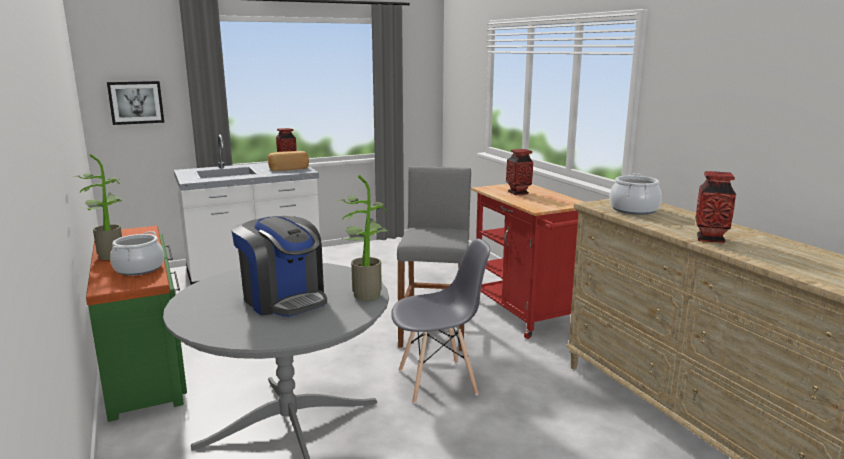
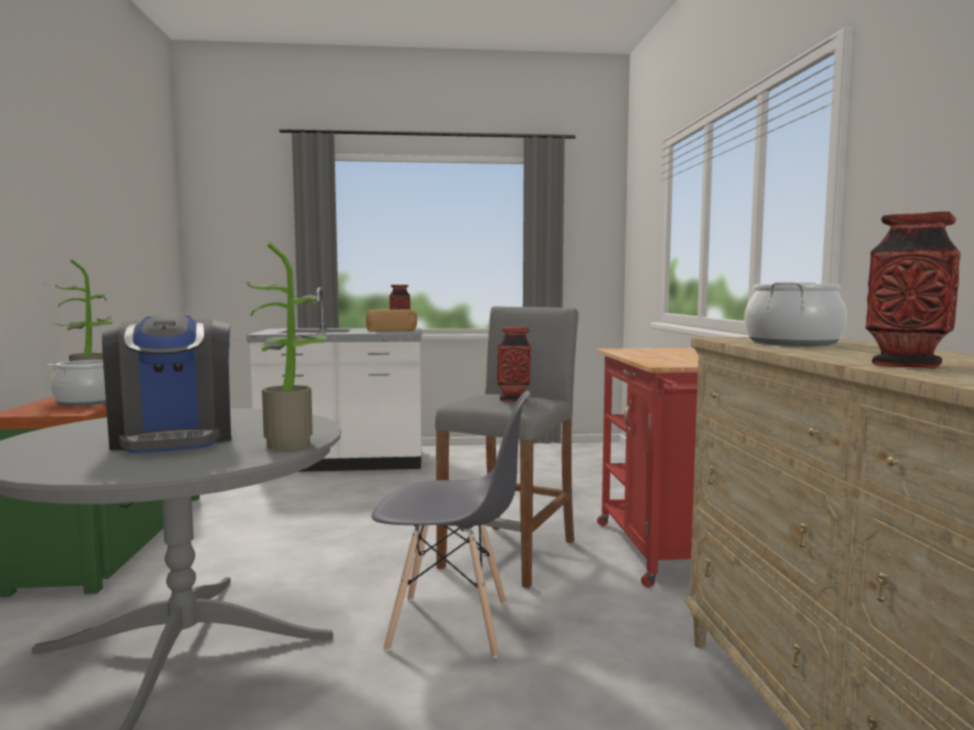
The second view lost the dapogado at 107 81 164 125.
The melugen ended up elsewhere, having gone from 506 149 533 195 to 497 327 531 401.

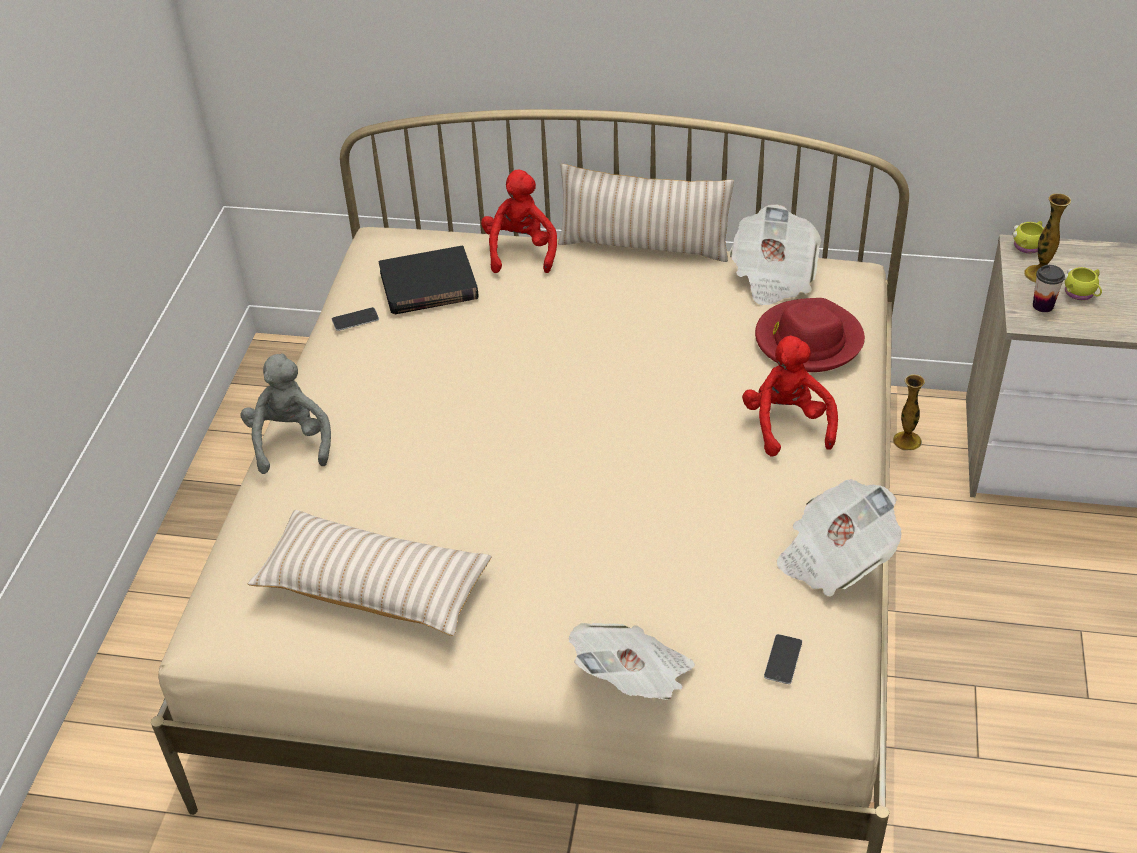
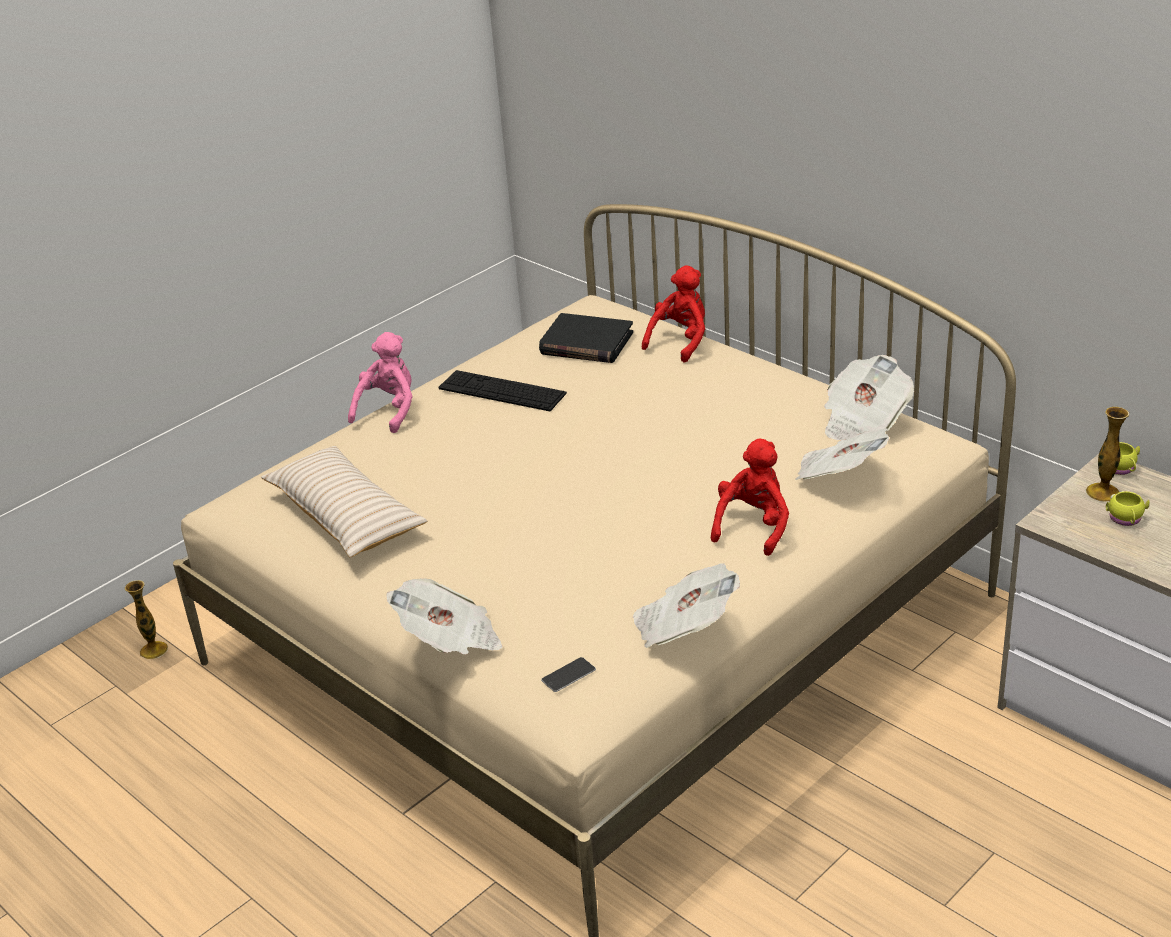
What was the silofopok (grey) at 240 353 331 474 turned into the silofopok (pink) at 348 332 413 433.
The second view lost the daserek at 332 307 379 331.
The second view lost the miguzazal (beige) at 558 164 734 262.
Where the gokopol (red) stood at 755 298 865 372, the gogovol came to stand at 795 428 889 480.
The melugen ended up elsewhere, having gone from 893 374 925 451 to 125 580 168 659.
The second view lost the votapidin at 1033 265 1065 312.
The second view gained the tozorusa at 439 370 567 411.

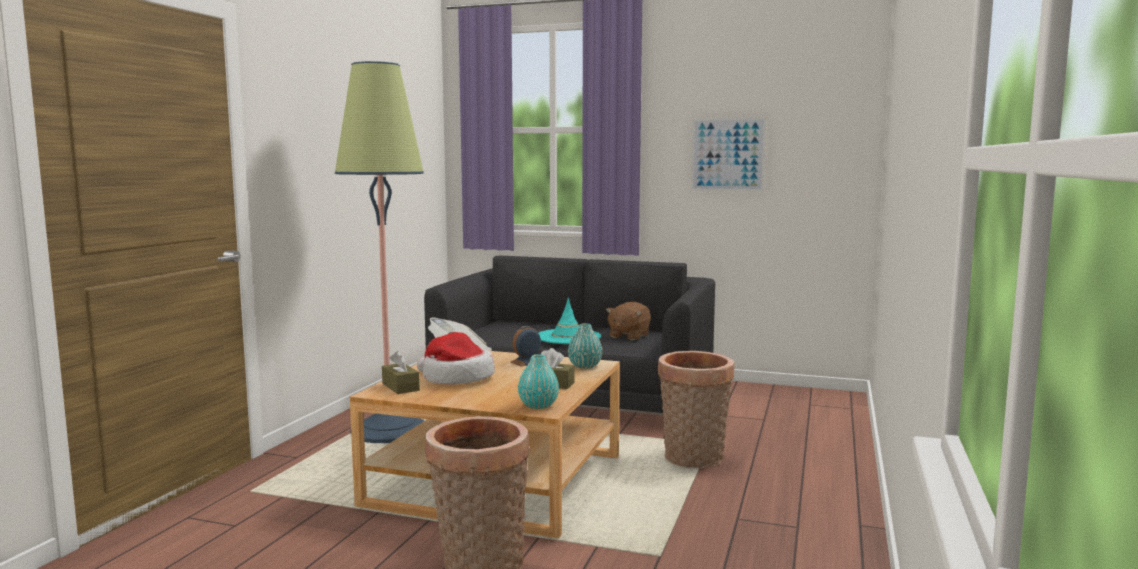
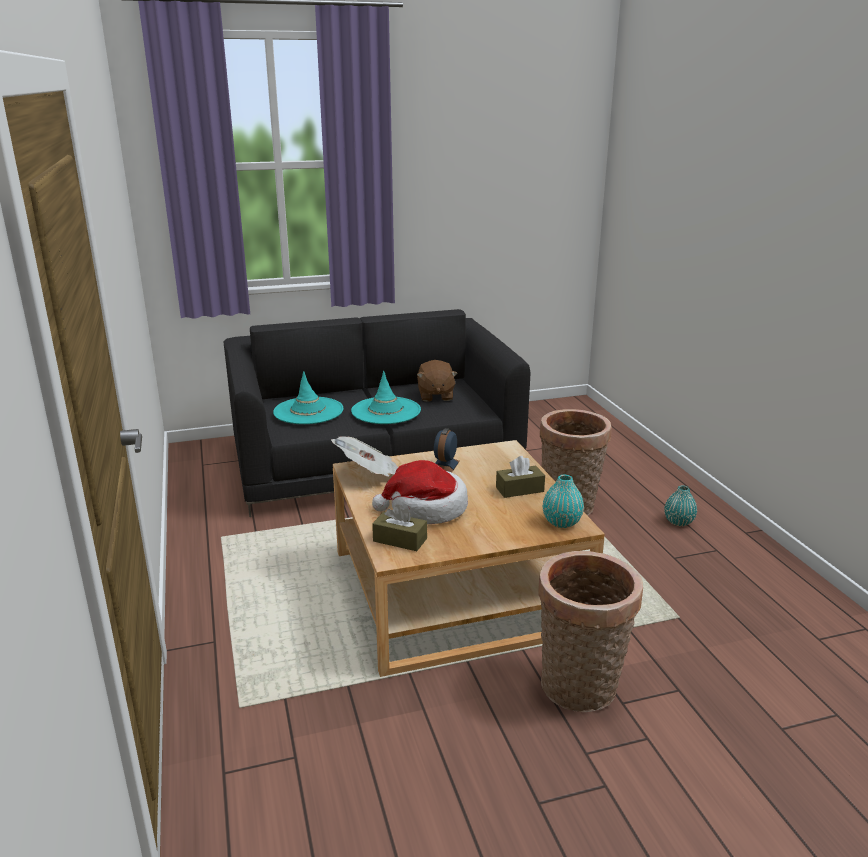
The second view lost the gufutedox at 335 61 424 443.
The melugen (turquoise) ended up elsewhere, having gone from 568 323 602 369 to 664 485 697 526.
The second view lost the dapogado at 691 117 767 192.
The second view gained the gokopol (turquoise) at 273 371 343 424.

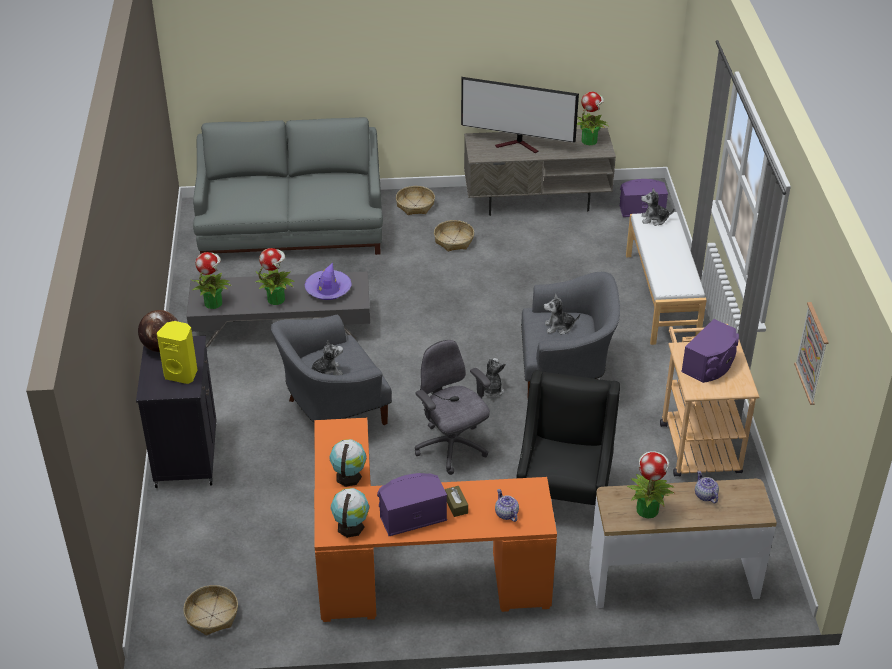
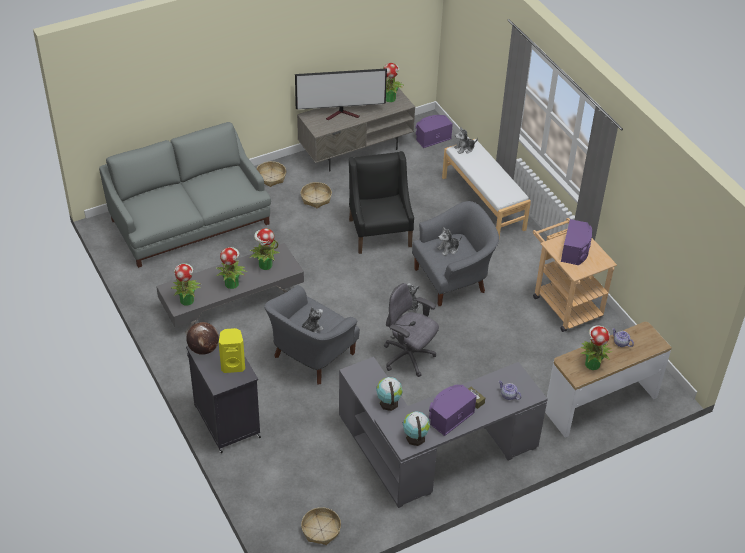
Where the gokopol (purple) stood at 305 263 352 300, the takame came to stand at 250 228 280 270.
What was the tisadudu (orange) at 314 418 557 622 turned into the tisadudu (grey) at 339 357 548 508.
The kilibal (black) ended up elsewhere, having gone from 517 370 620 505 to 349 151 414 254.
The second view lost the dapogado at 794 302 829 405.

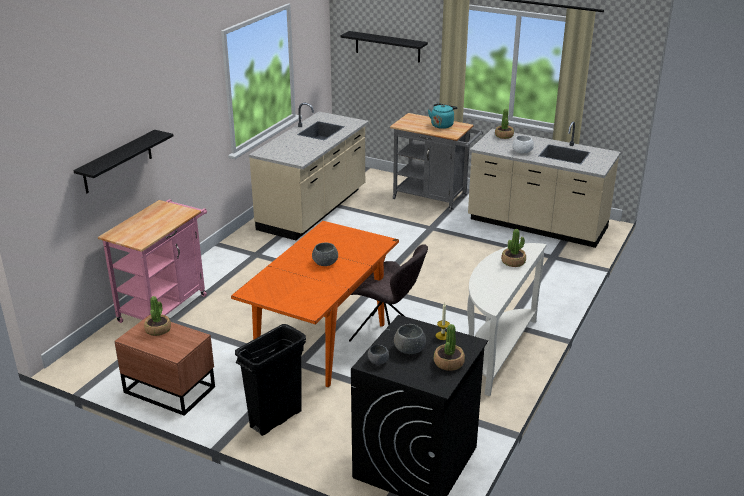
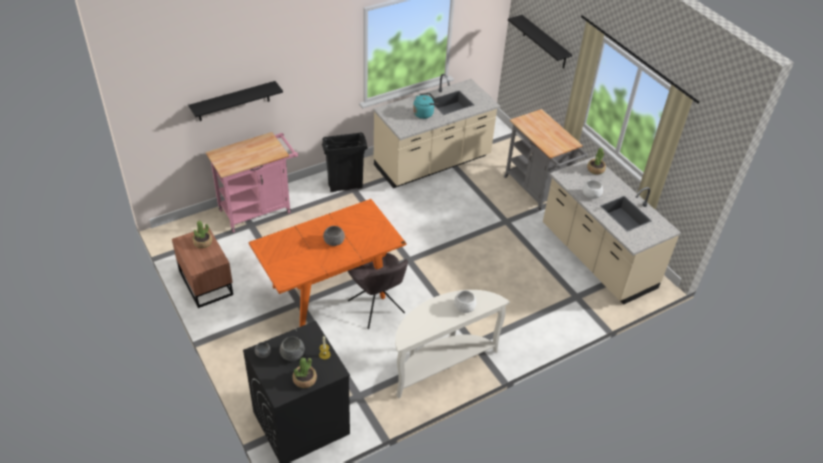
The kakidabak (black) ended up elsewhere, having gone from 235 324 306 436 to 322 133 368 192.
The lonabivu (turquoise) ended up elsewhere, having gone from 428 103 458 129 to 413 93 438 119.
Where the takame stood at 501 229 526 267, the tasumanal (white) came to stand at 454 291 476 313.

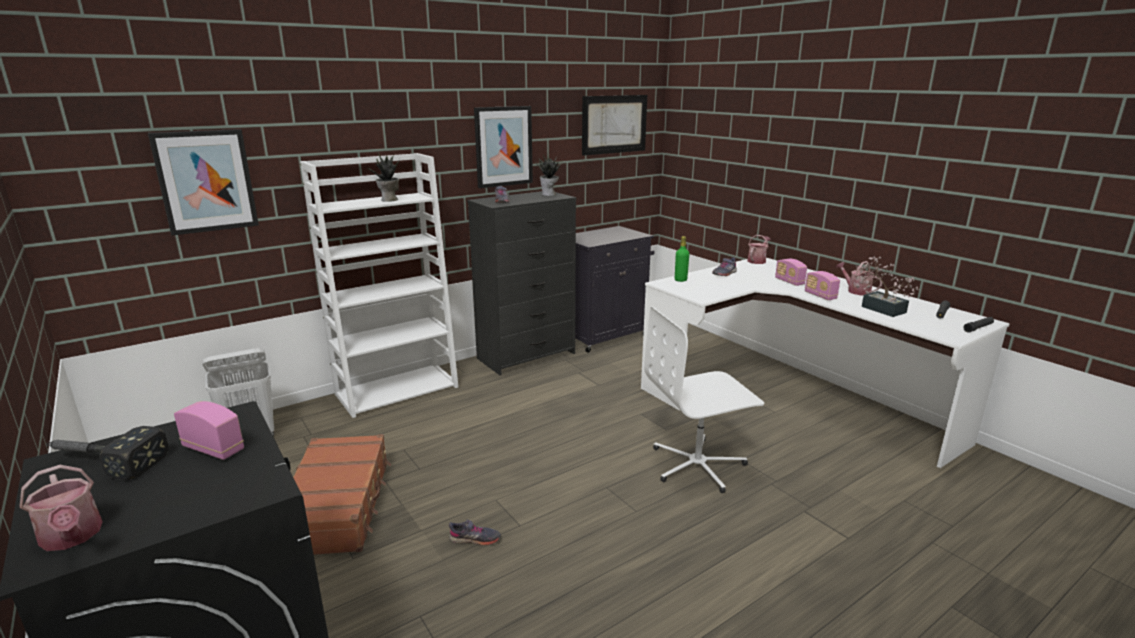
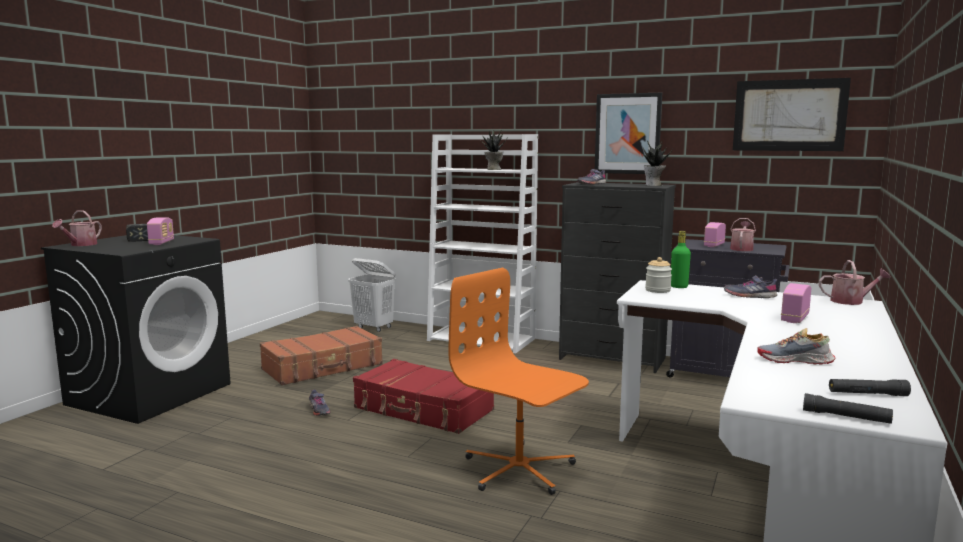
The second view lost the dapogado at 148 129 259 236.
What was the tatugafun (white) at 644 306 764 493 turned into the tatugafun (orange) at 449 268 589 495.
The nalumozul ended up elsewhere, having gone from 805 271 840 300 to 704 222 726 247.
The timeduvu ended up elsewhere, having gone from 836 261 882 295 to 730 218 756 251.
Where the takame stood at 856 257 920 317, the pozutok came to stand at 757 328 835 365.
The second view gained the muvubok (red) at 353 359 494 434.
The second view gained the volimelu at 645 257 672 293.

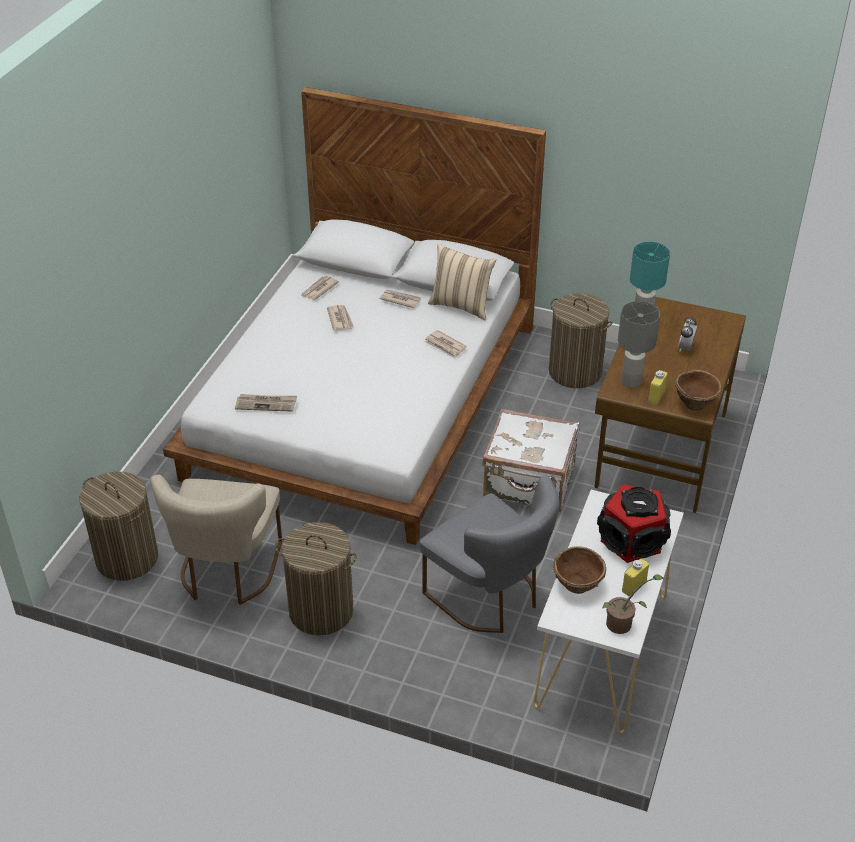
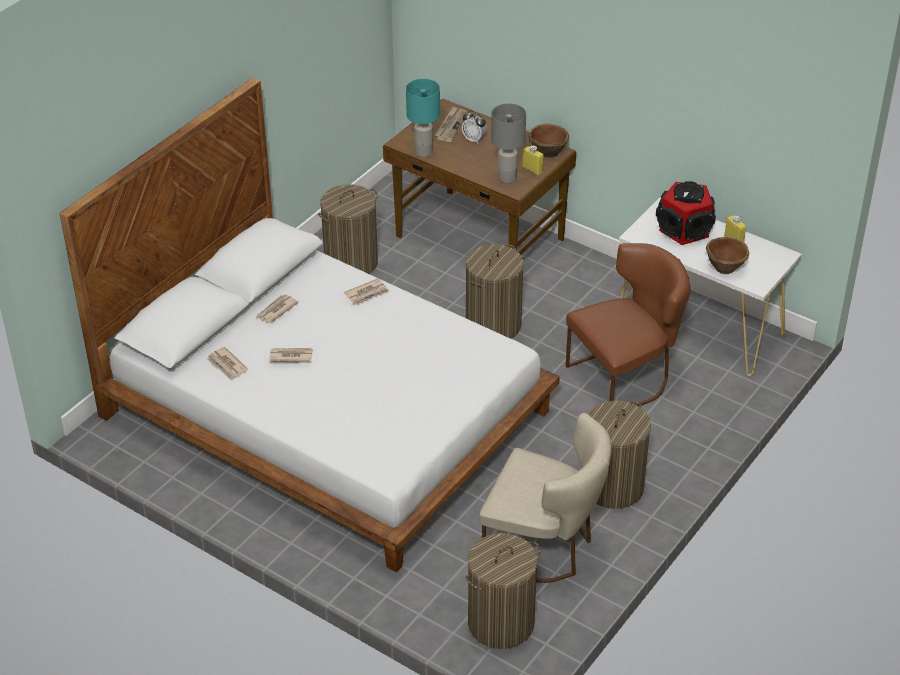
The gogovol ended up elsewhere, having gone from 235 394 297 412 to 434 106 468 142.
What was the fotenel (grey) at 420 476 560 633 turned into the fotenel (brown) at 566 243 690 406.
The second view lost the miguzazal (beige) at 428 244 496 320.
Where the muvubok (white) stood at 482 409 580 512, the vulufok came to stand at 466 244 524 339.
The second view lost the takame at 603 574 664 634.

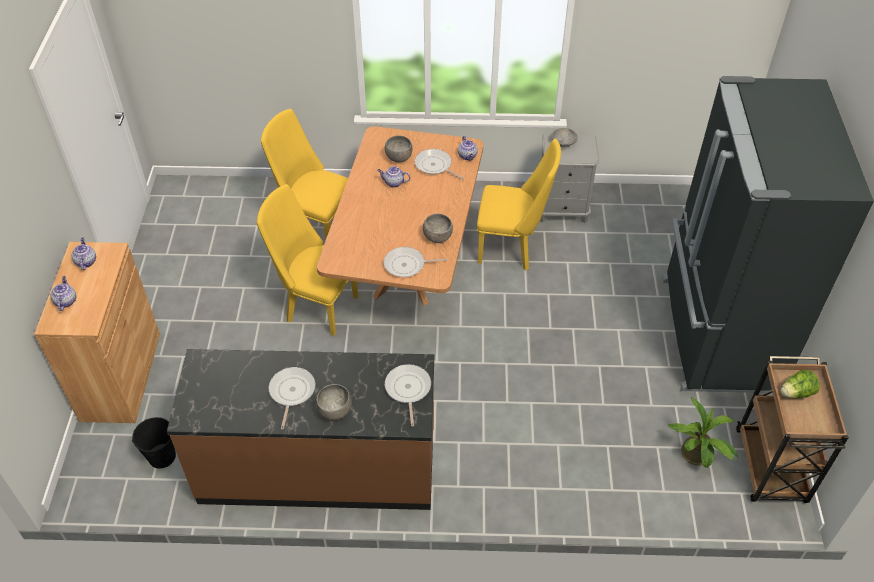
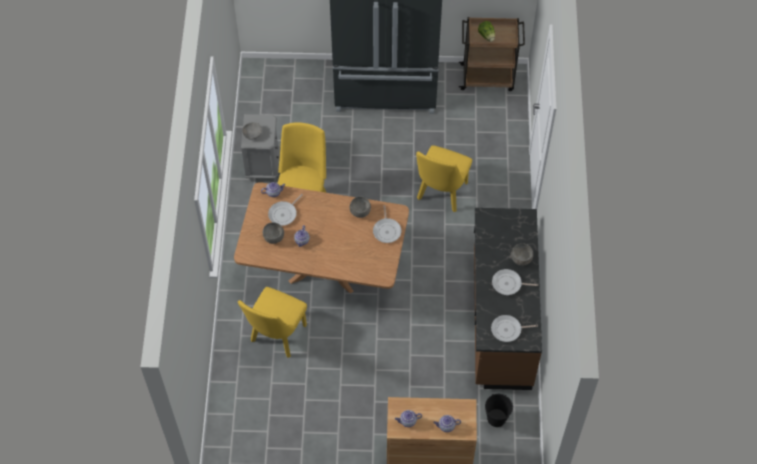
The fotenel (yellow) ended up elsewhere, having gone from 257 184 358 336 to 416 145 472 212.
The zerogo ended up elsewhere, having gone from 385 364 431 427 to 491 315 538 342.
The second view lost the takame at 668 397 738 468.

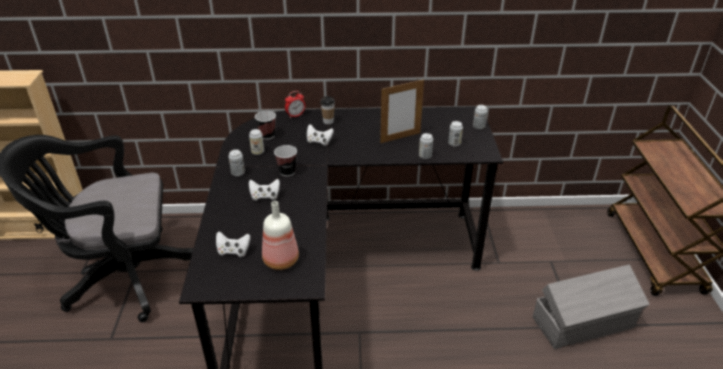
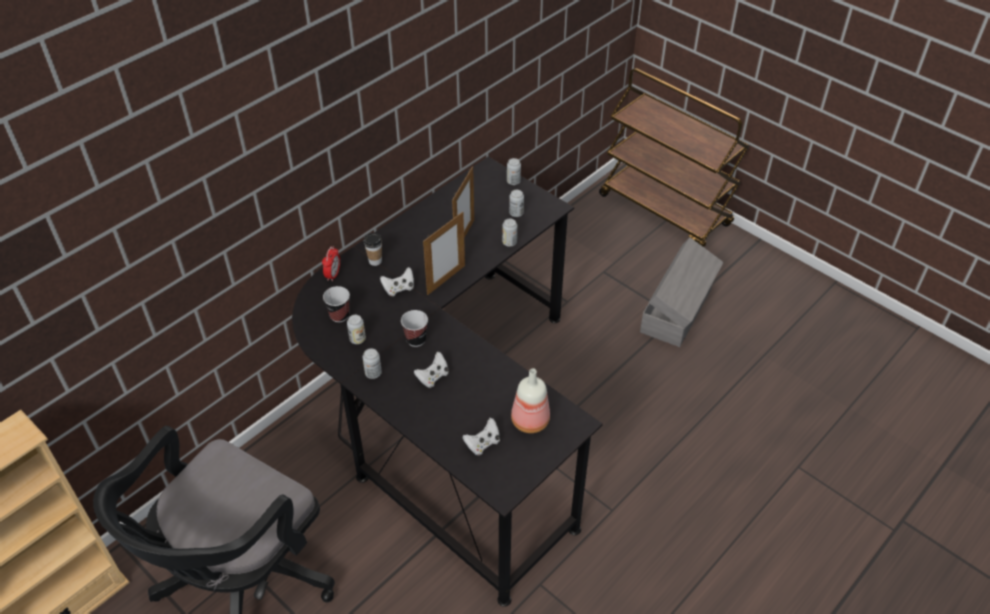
The second view gained the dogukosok at 423 212 465 295.

